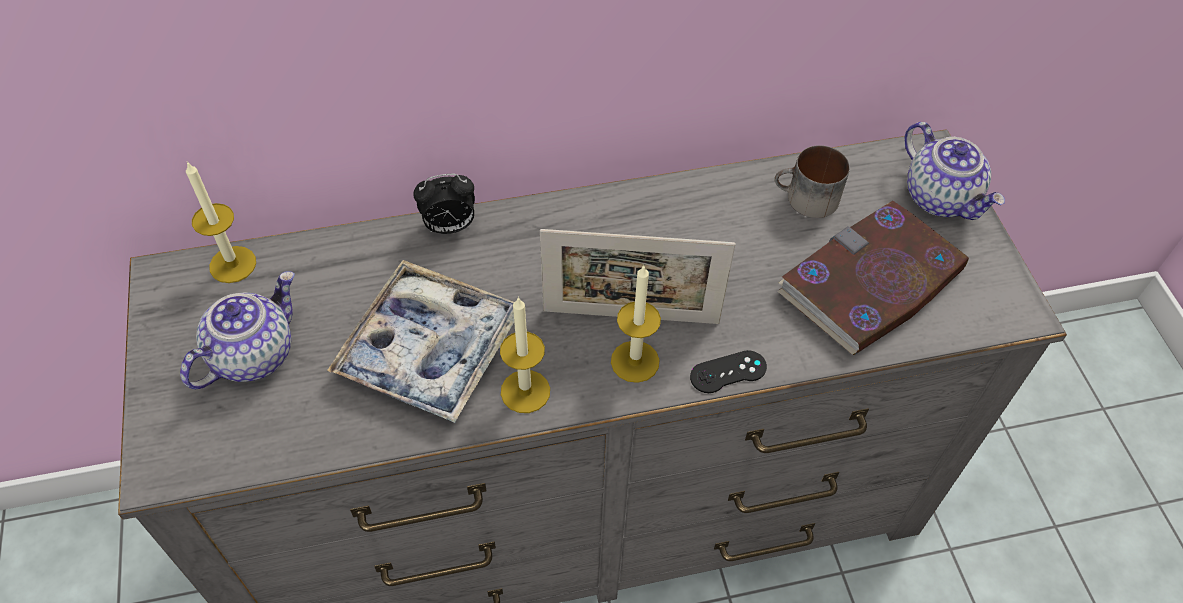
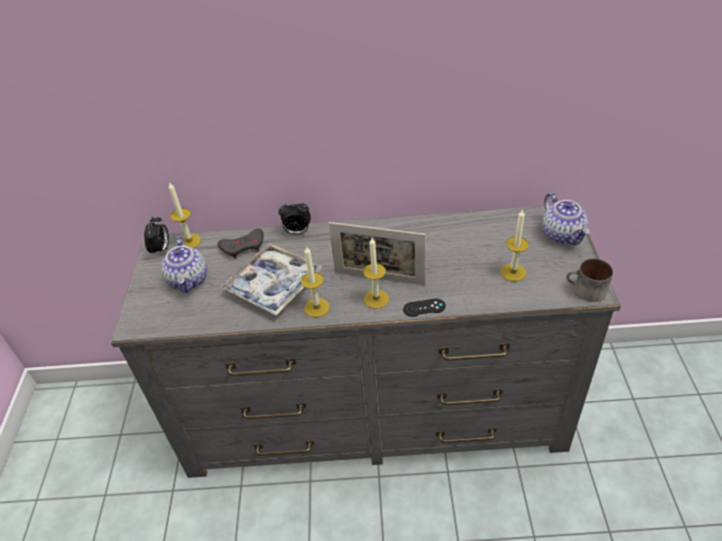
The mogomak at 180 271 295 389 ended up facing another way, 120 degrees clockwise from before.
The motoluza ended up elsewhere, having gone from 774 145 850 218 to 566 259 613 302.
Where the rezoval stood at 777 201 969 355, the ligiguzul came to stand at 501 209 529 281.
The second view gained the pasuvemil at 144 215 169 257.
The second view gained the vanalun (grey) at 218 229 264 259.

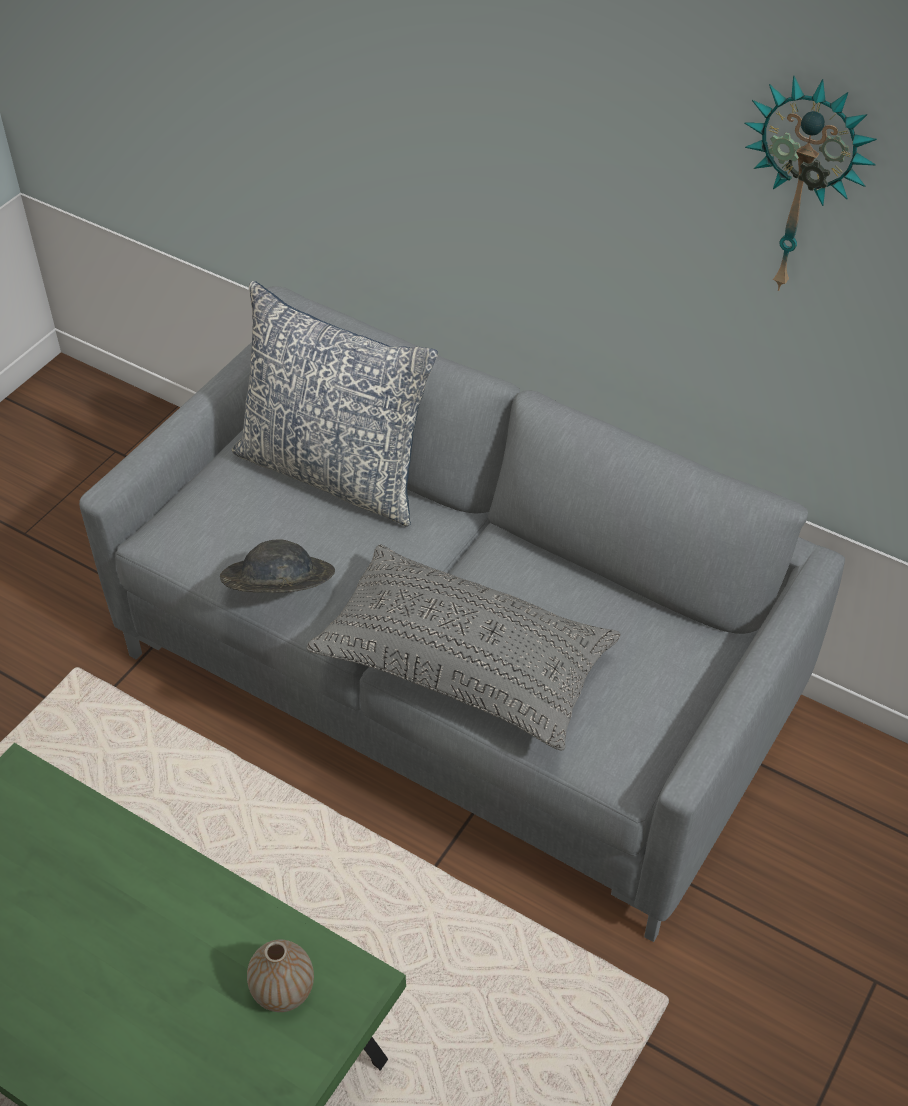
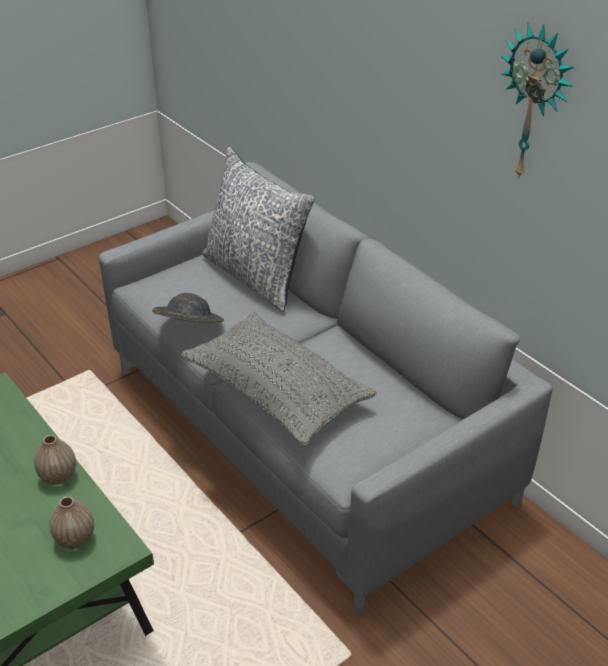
The second view gained the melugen at 34 435 76 485.

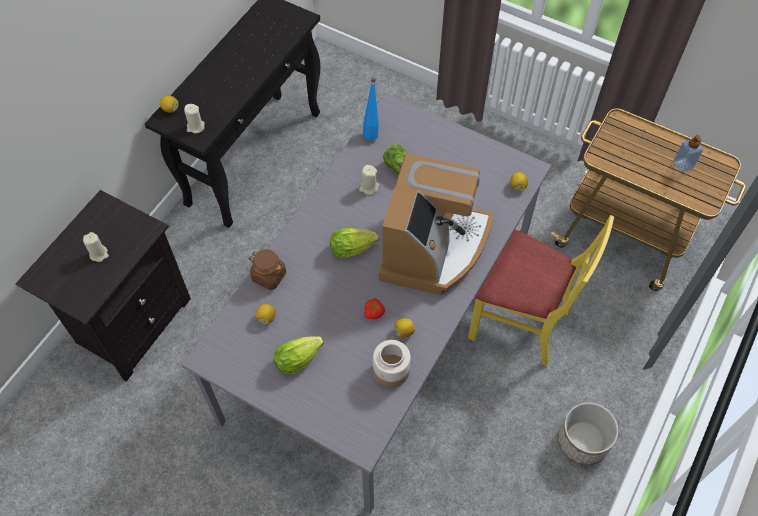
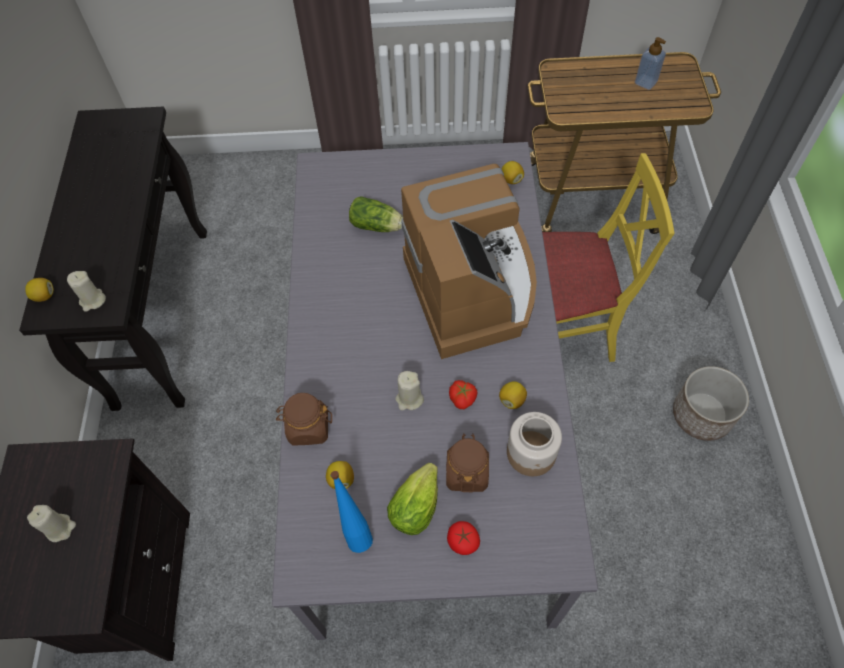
The second view lost the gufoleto at 330 228 379 258.
The ligiguzul (beige) ended up elsewhere, having gone from 359 165 379 195 to 395 371 424 410.
The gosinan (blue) ended up elsewhere, having gone from 363 78 379 140 to 330 471 373 553.
The second view gained the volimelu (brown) at 446 433 489 492.
The second view gained the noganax at 447 521 480 555.

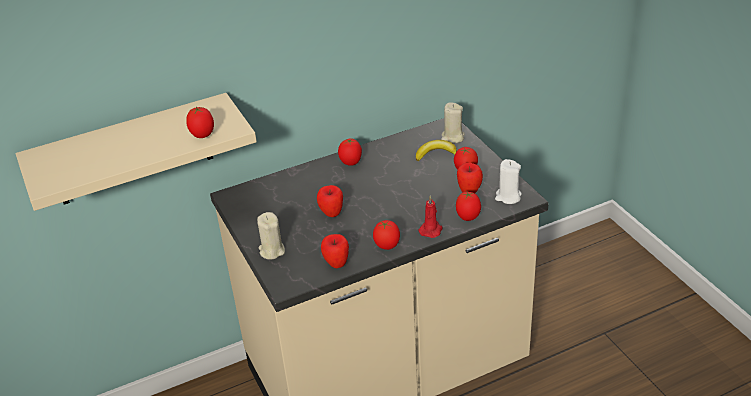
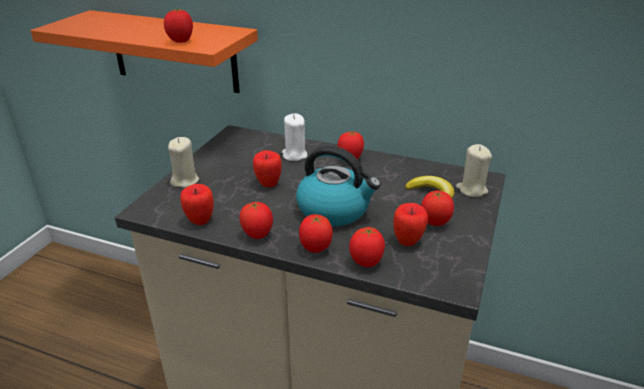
What was the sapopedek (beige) at 16 93 257 211 turned into the sapopedek (orange) at 31 10 258 93.
Where the ligiguzul (red) stood at 419 196 442 238, the noganax came to stand at 299 214 333 253.
The ligiguzul (white) ended up elsewhere, having gone from 495 159 522 204 to 282 113 307 161.
The second view gained the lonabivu at 296 146 381 226.

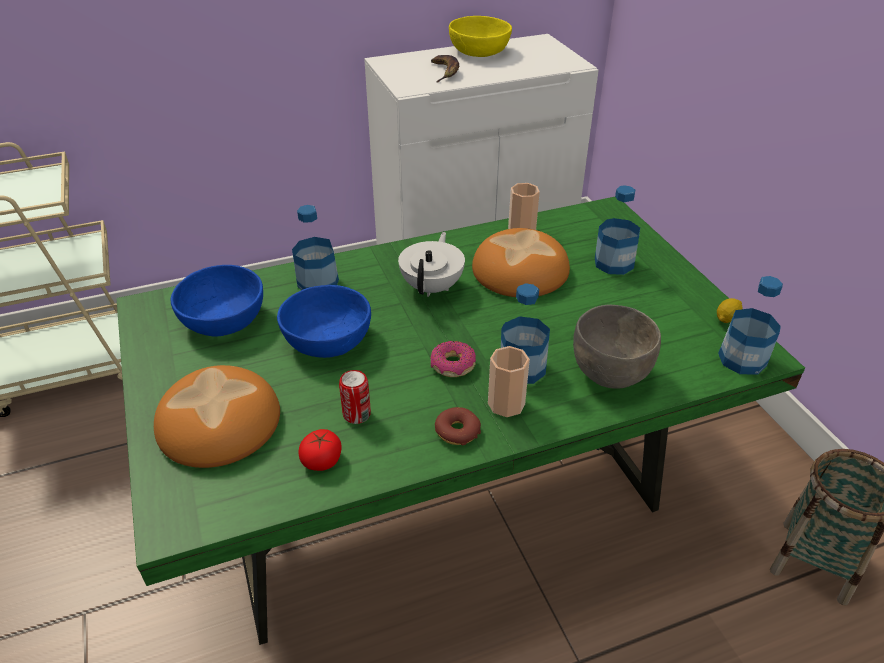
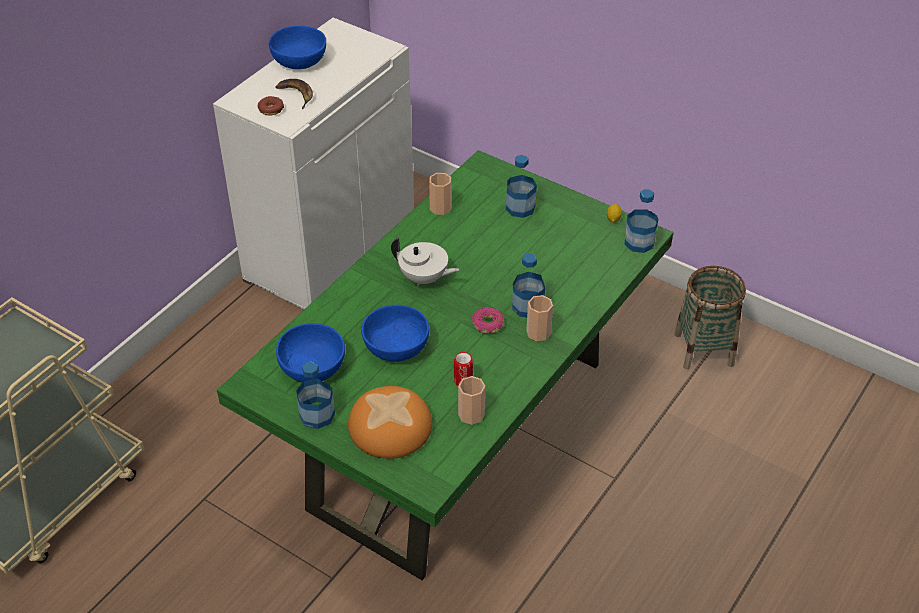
The gosinan ended up elsewhere, having gone from 292 205 339 290 to 296 361 335 429.
Where the noganax stood at 298 429 342 471, the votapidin came to stand at 458 376 485 425.
The mogomak (white) at 398 232 465 297 ended up facing another way, 135 degrees clockwise from before.
The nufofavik ended up elsewhere, having gone from 435 407 481 445 to 258 96 284 115.
What was the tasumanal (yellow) at 449 16 512 57 turned into the tasumanal (blue) at 269 26 326 69.
The second view lost the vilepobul at 472 228 570 297.
The second view lost the tasumanal (grey) at 573 305 661 389.

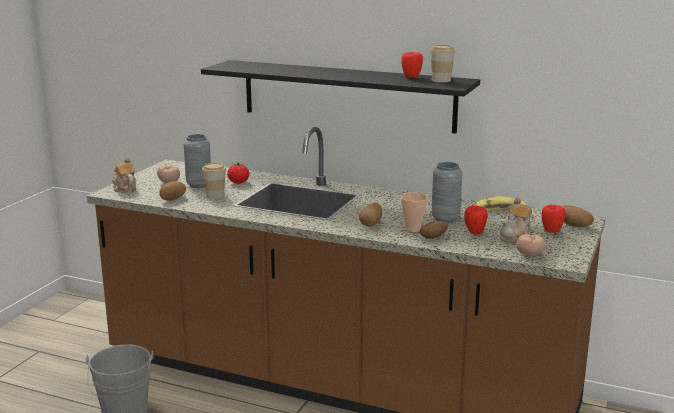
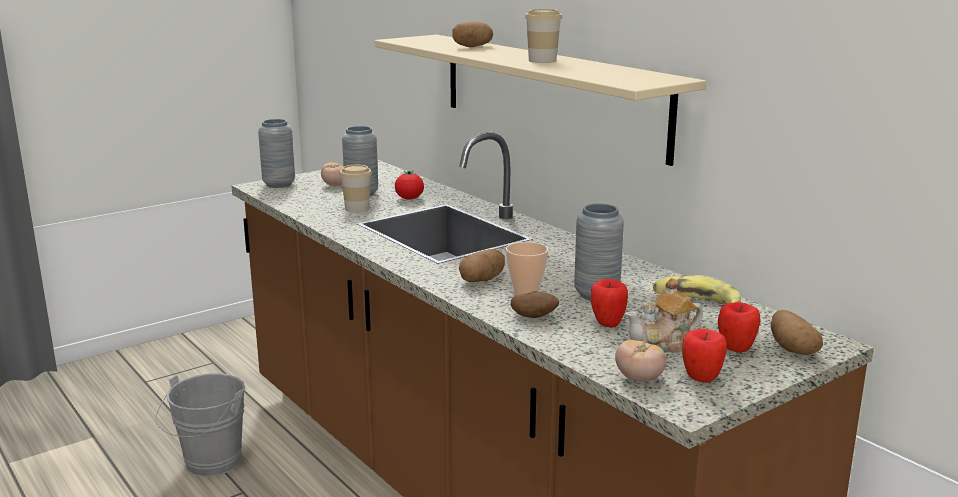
Where the mogomak stood at 112 157 136 193, the melugen (grey) came to stand at 258 119 295 188.
The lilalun ended up elsewhere, having gone from 159 181 186 200 to 452 21 493 47.
What was the sapopedek (black) at 201 60 480 133 turned into the sapopedek (beige) at 374 35 706 166.
The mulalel ended up elsewhere, having gone from 401 52 423 78 to 682 329 727 383.
The votapidin ended up elsewhere, having gone from 430 45 456 82 to 525 9 562 63.

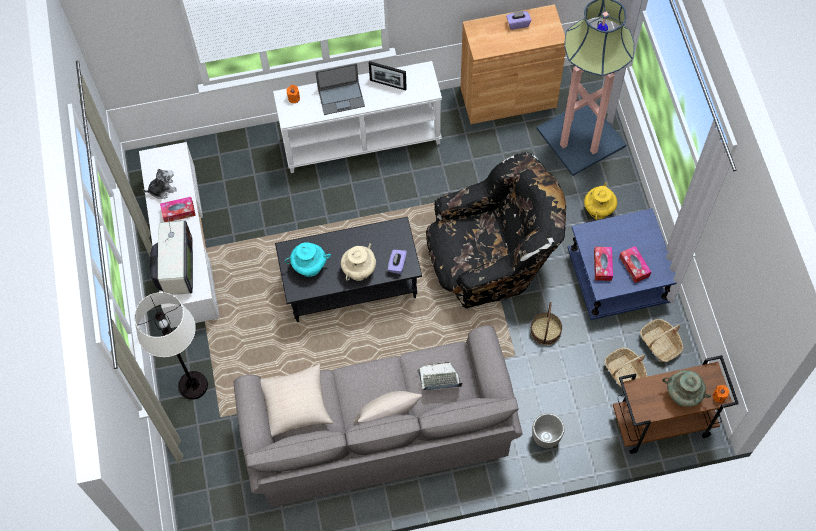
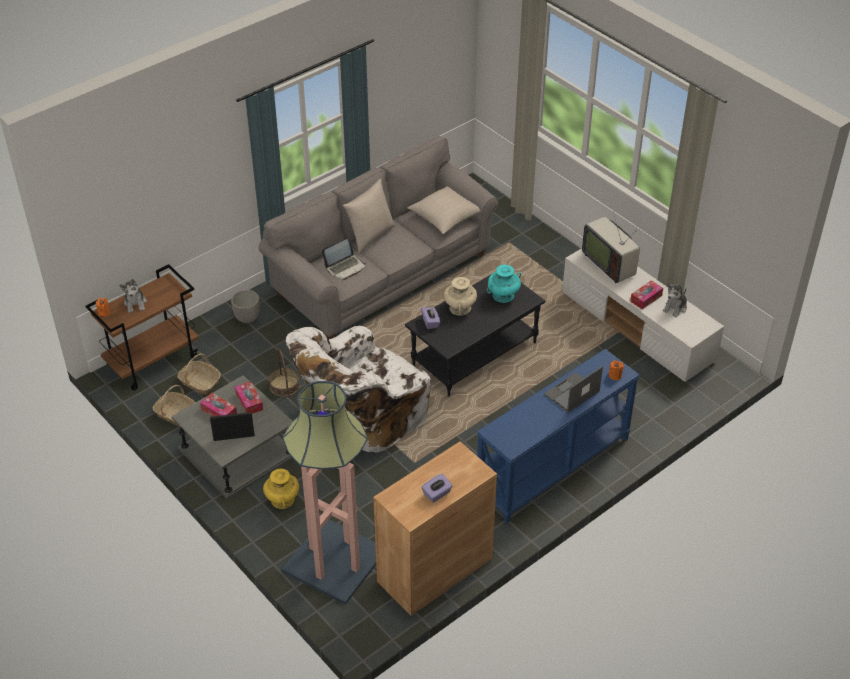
The second view lost the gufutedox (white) at 134 292 208 400.
What was the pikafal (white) at 273 61 442 173 turned into the pikafal (blue) at 477 349 640 523.
The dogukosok ended up elsewhere, having gone from 369 61 407 91 to 210 412 255 441.
What was the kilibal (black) at 426 152 566 309 turned into the kilibal (white) at 286 326 431 453.
What was the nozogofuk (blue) at 567 208 677 320 turned into the nozogofuk (grey) at 172 375 293 500.
Where the melugen (turquoise) stood at 662 370 711 407, the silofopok came to stand at 119 279 147 313.

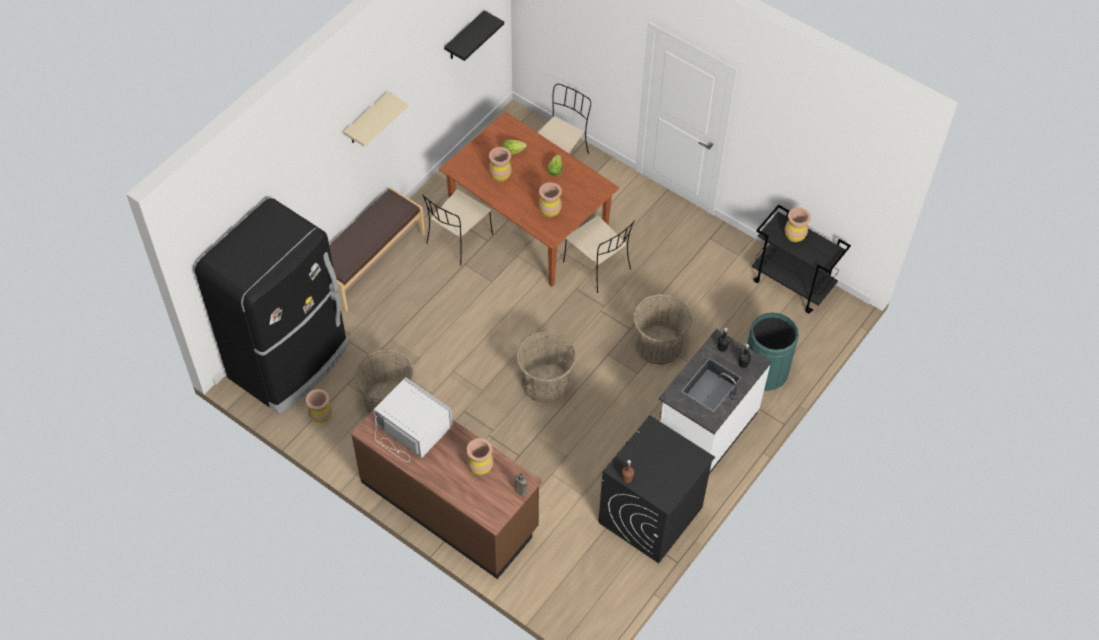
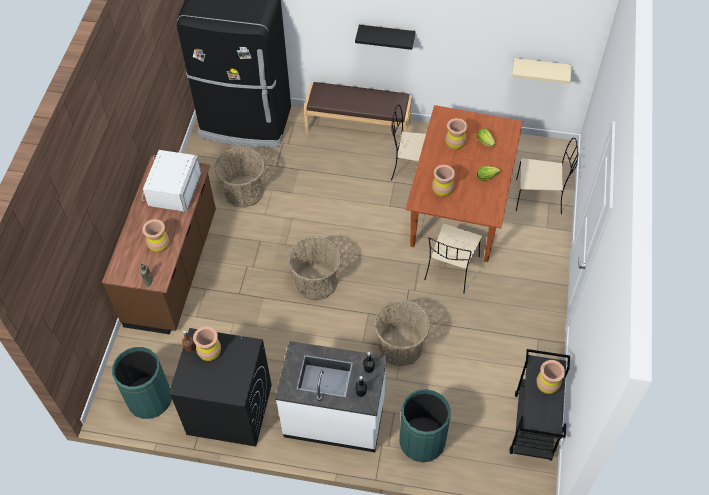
The melugen (brown) ended up elsewhere, having gone from 306 389 332 423 to 193 326 221 361.
The sapopedek (beige) ended up elsewhere, having gone from 343 92 408 147 to 512 58 572 84.
The sapopedek (black) ended up elsewhere, having gone from 444 10 504 61 to 355 25 415 50.
The second view gained the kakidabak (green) at 112 347 172 419.

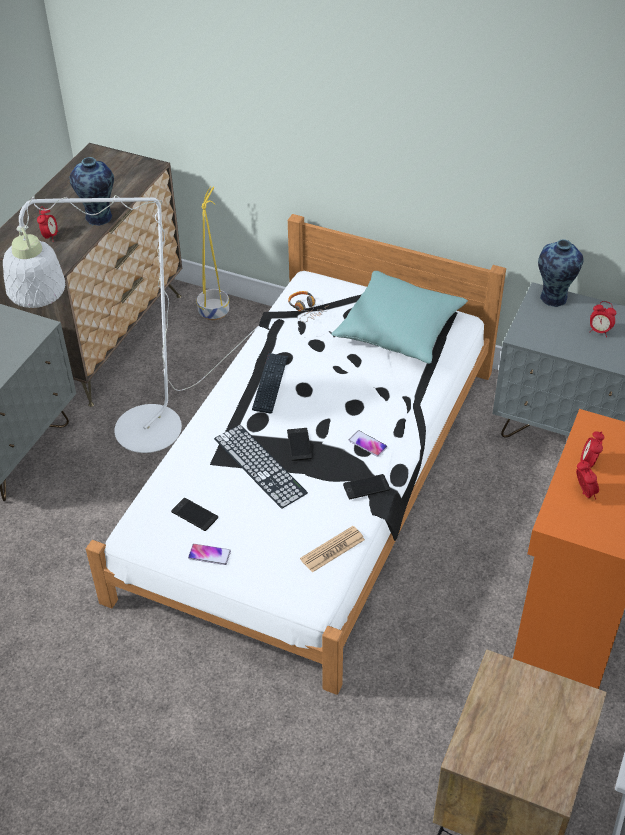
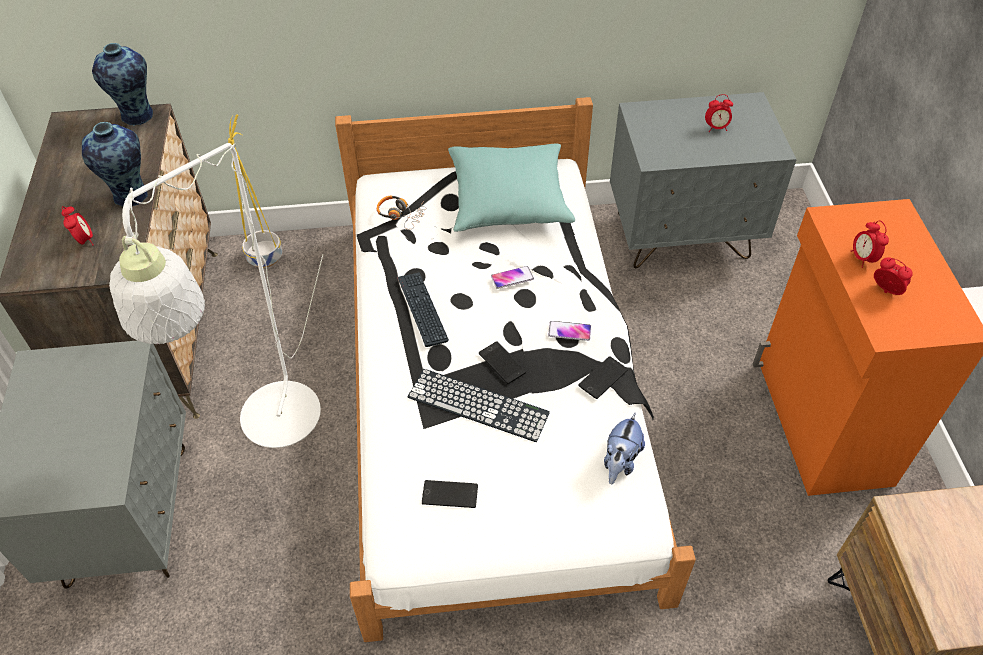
The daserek ended up elsewhere, having gone from 188 544 231 565 to 491 266 534 289.
Where the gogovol stood at 300 526 365 573, the silofopok came to stand at 604 413 645 484.
The melugen ended up elsewhere, having gone from 538 239 584 307 to 92 43 153 126.

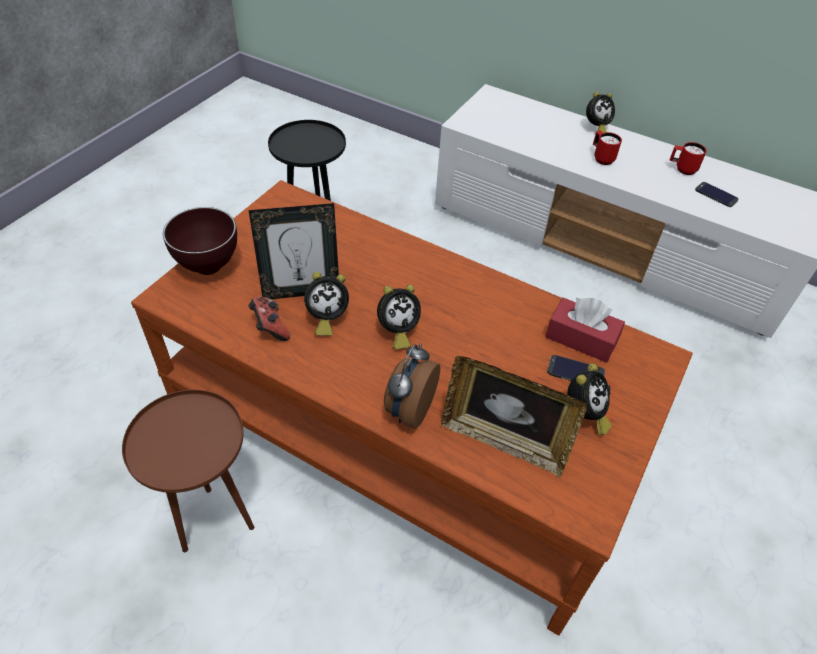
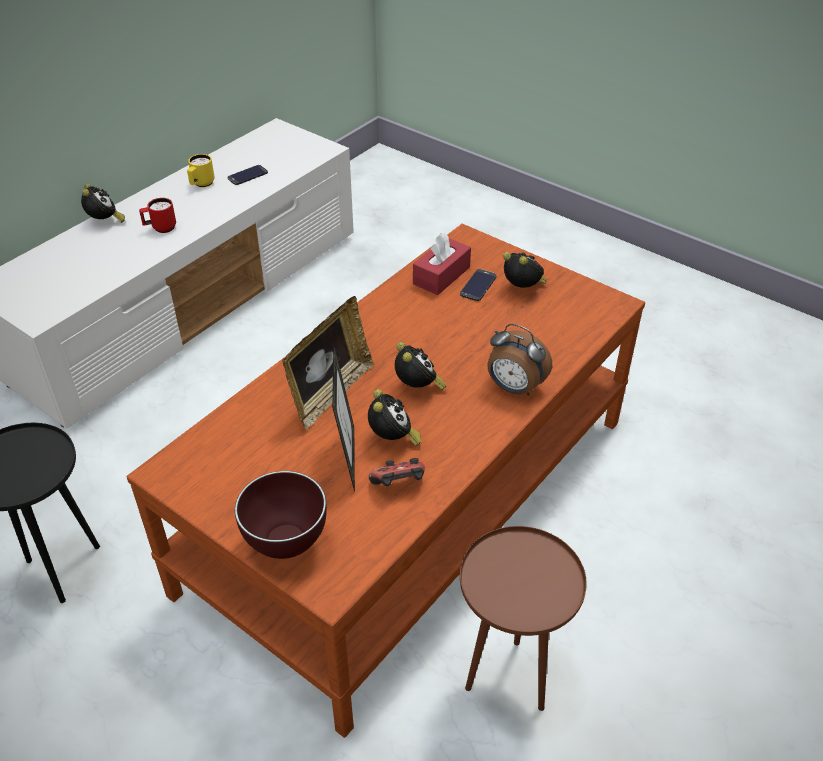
The dogukosok ended up elsewhere, having gone from 441 356 587 477 to 282 296 375 430.
What was the motoluza (red) at 670 142 707 175 turned into the motoluza (yellow) at 187 154 215 187.

